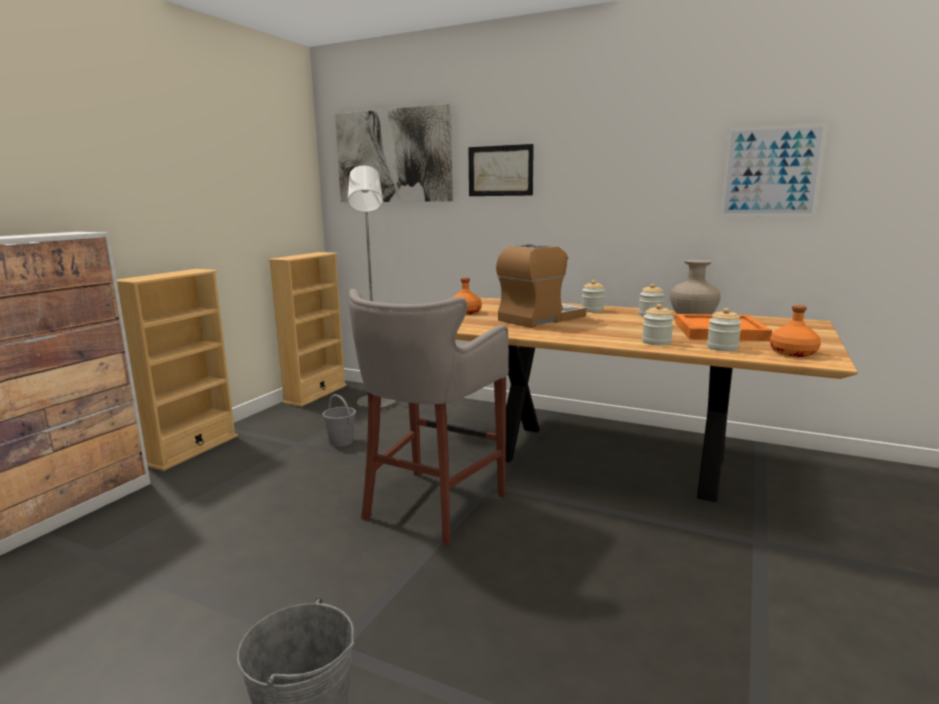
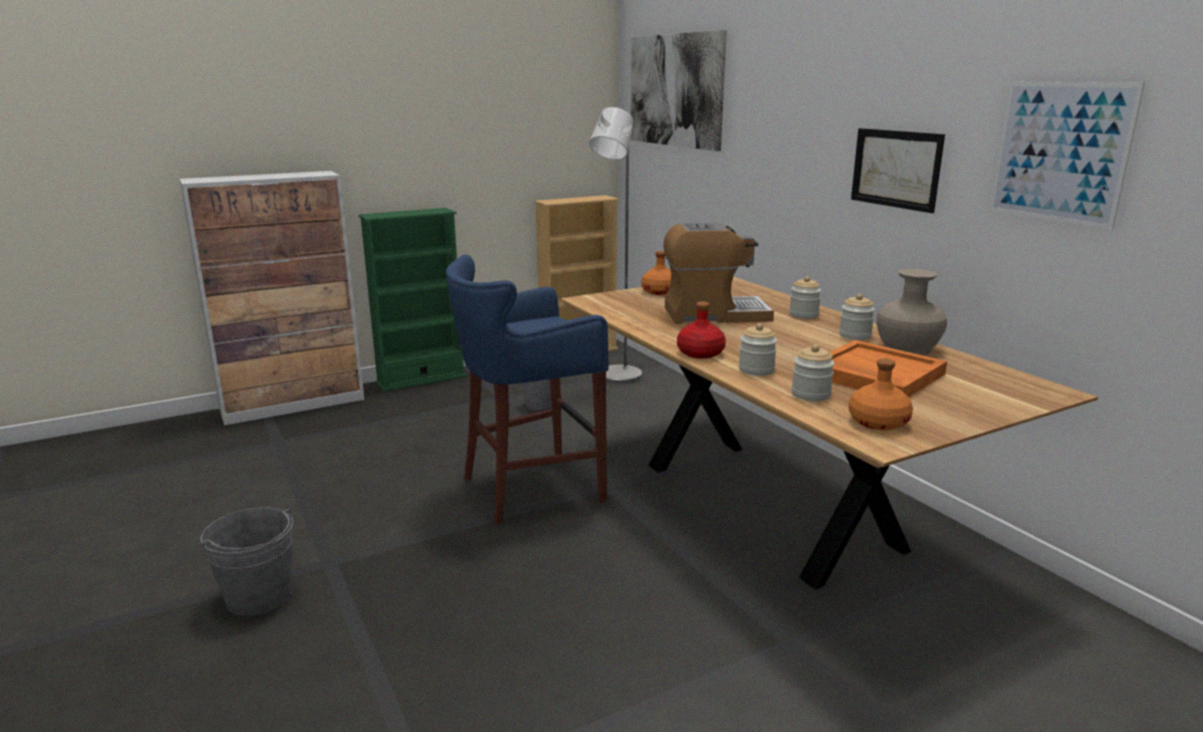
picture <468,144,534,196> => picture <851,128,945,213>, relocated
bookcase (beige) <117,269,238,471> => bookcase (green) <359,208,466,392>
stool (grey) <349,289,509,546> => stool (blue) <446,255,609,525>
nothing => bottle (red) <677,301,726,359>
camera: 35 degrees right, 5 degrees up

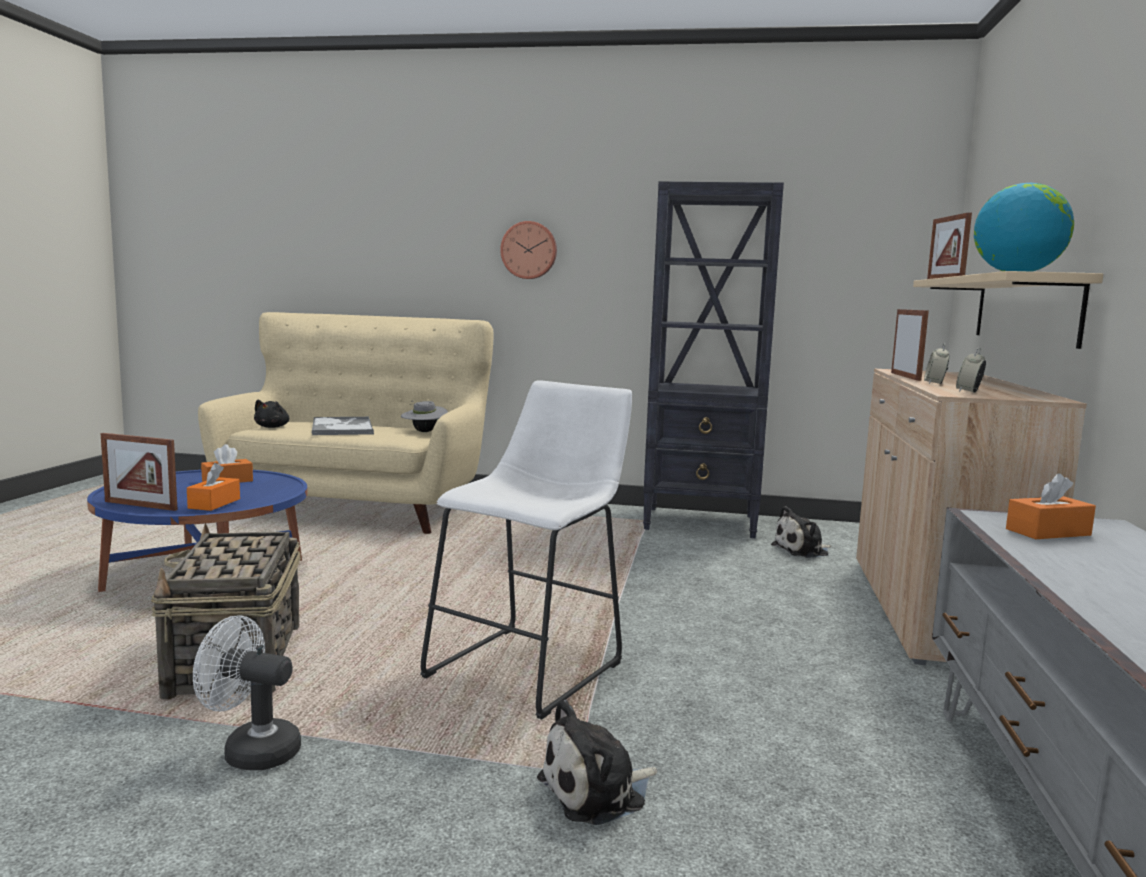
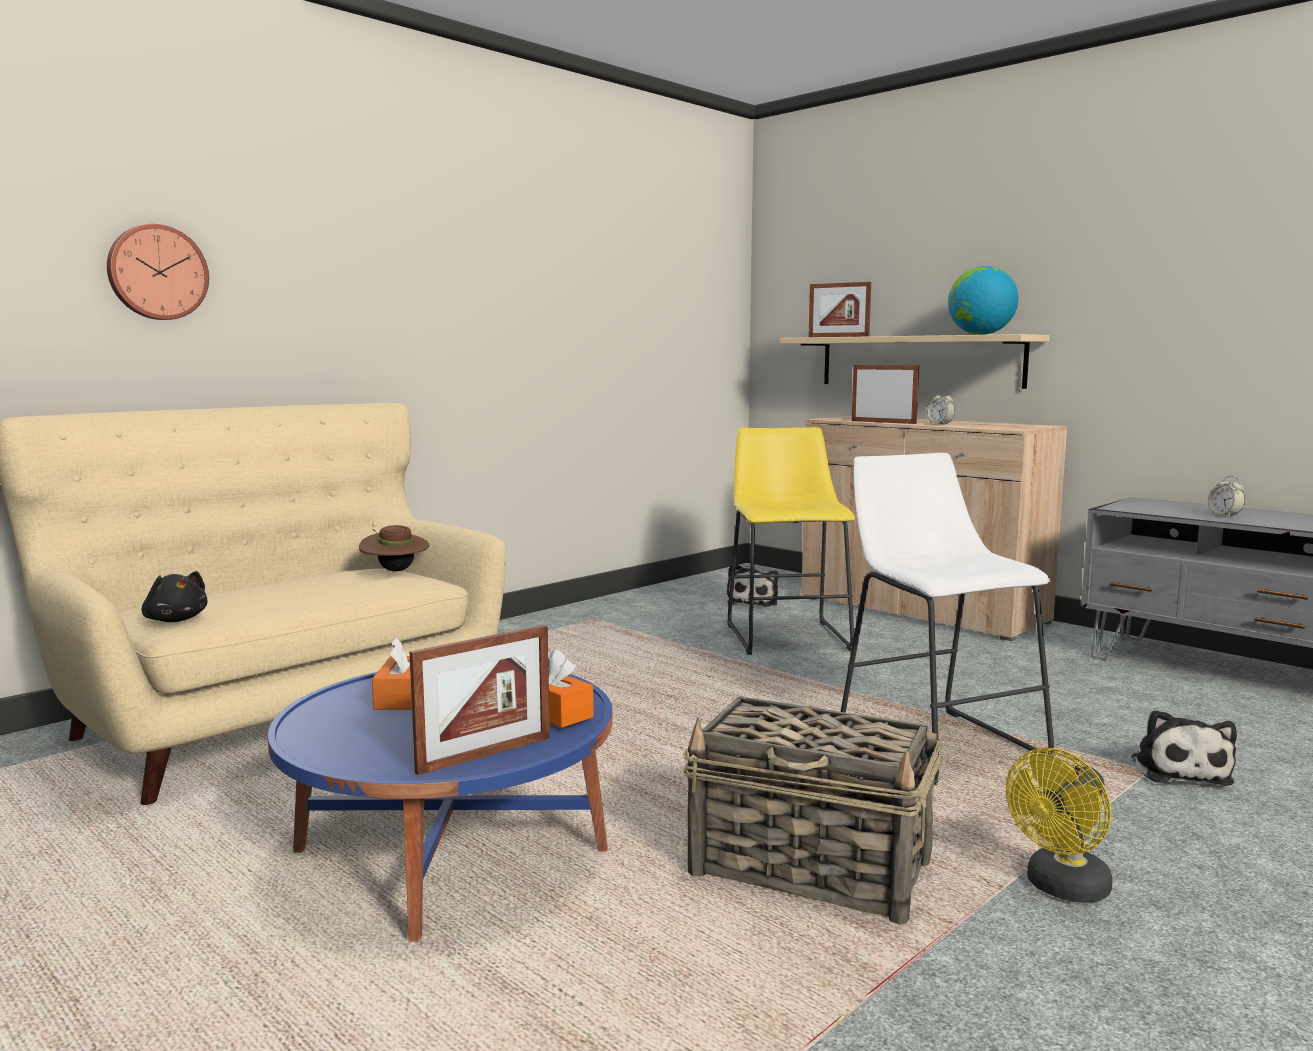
bookcase (black) <643,181,784,538> => nothing
wall clock <500,221,557,279> => wall clock <107,224,209,320>, relocated
alarm clock <956,347,986,393> => alarm clock <1208,476,1245,517>, relocated
hat (grey) <401,401,448,432> => hat (brown) <359,525,429,571>
tray <312,417,374,435> => nothing
tissue box (orange) <1006,473,1096,539> => nothing
fan (white) <193,615,301,770> => fan (yellow) <1006,748,1112,903>
nothing => stool (yellow) <727,427,855,655>
camera: 55 degrees left, 0 degrees up

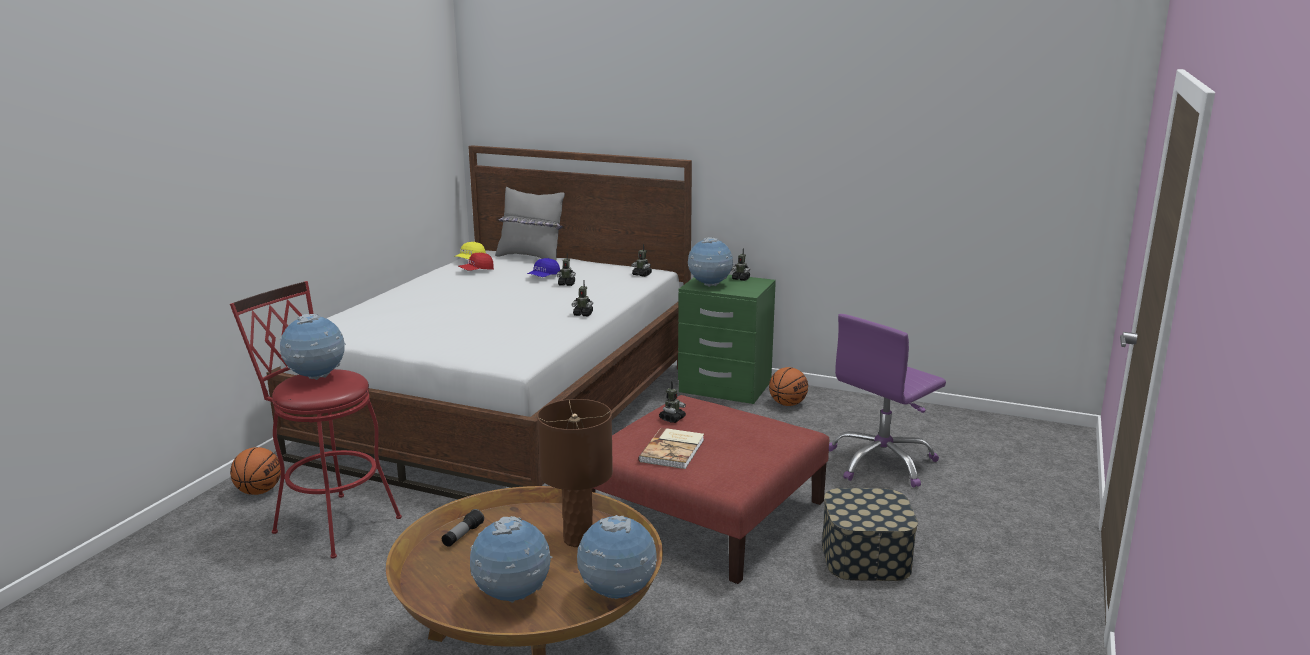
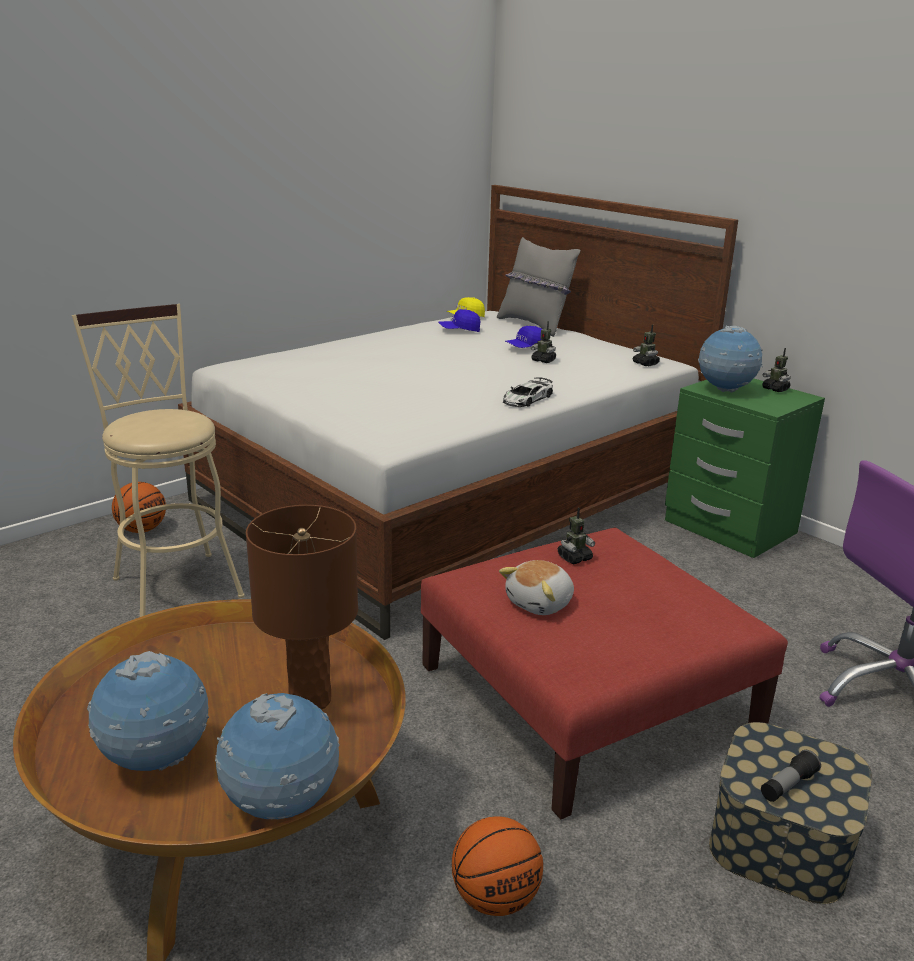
cap (red) <459,253,494,271> => cap (blue) <438,309,480,332>
toy robot <571,280,593,316> => toy car <503,377,553,407>
stool (red) <230,281,402,558> => stool (beige) <72,304,245,617>
globe <280,314,346,380> => nothing
basketball <769,367,808,406> => basketball <452,816,543,916>, relocated
book <638,428,704,469> => plush toy <499,560,574,615>
flashlight <442,509,484,547> => flashlight <761,750,821,802>, relocated
camera: 25 degrees right, 5 degrees up

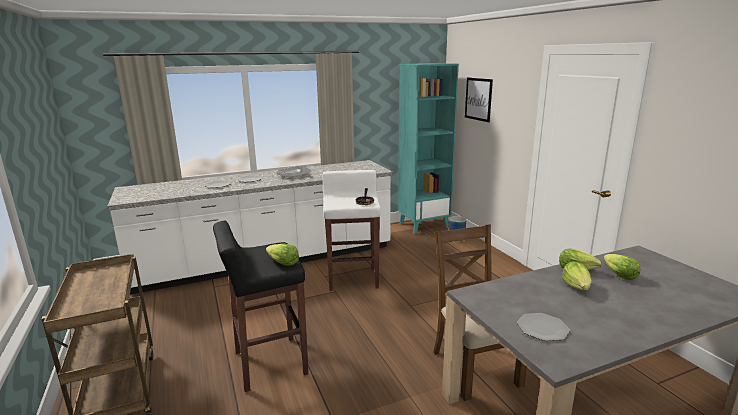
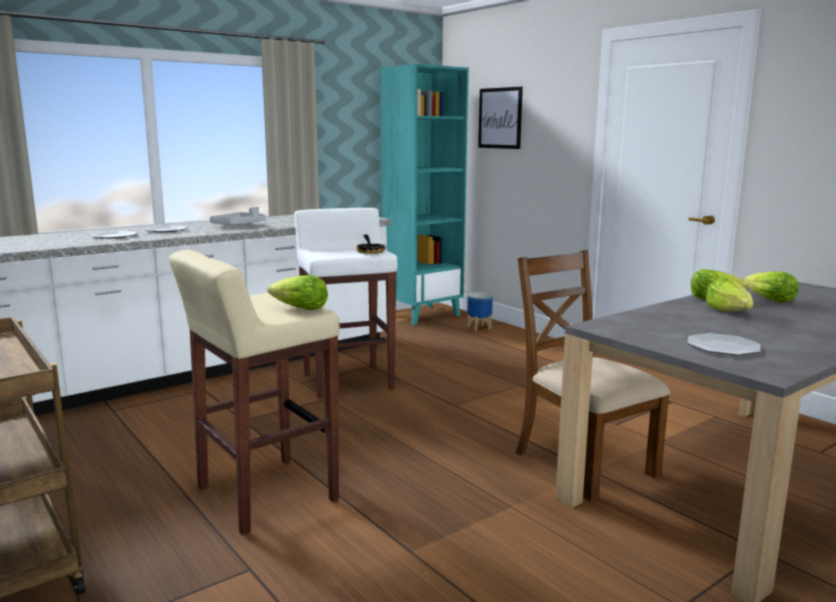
stool (black) <213,221,309,392> => stool (beige) <169,250,340,535>
camera: 15 degrees left, 5 degrees down

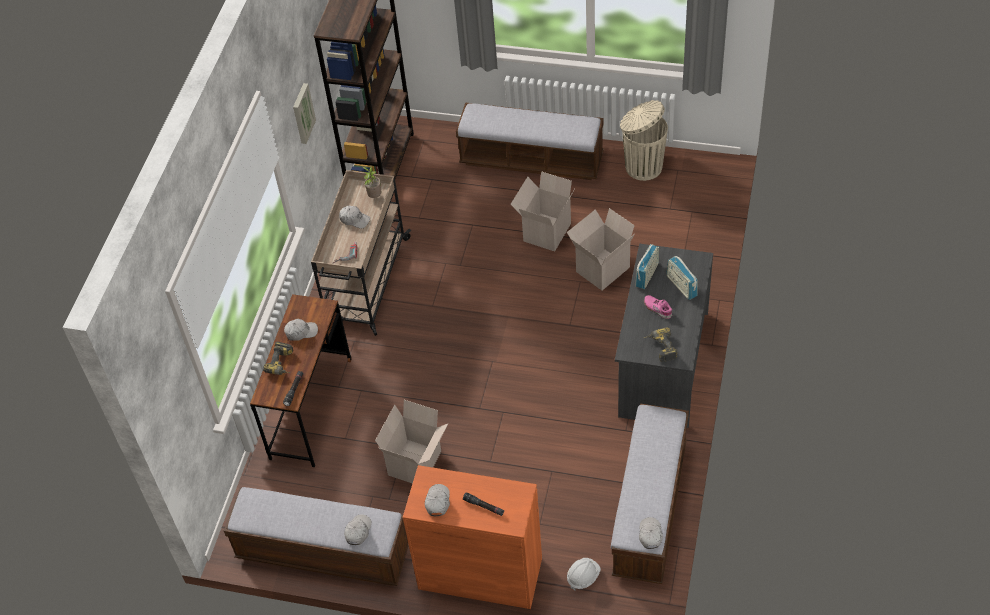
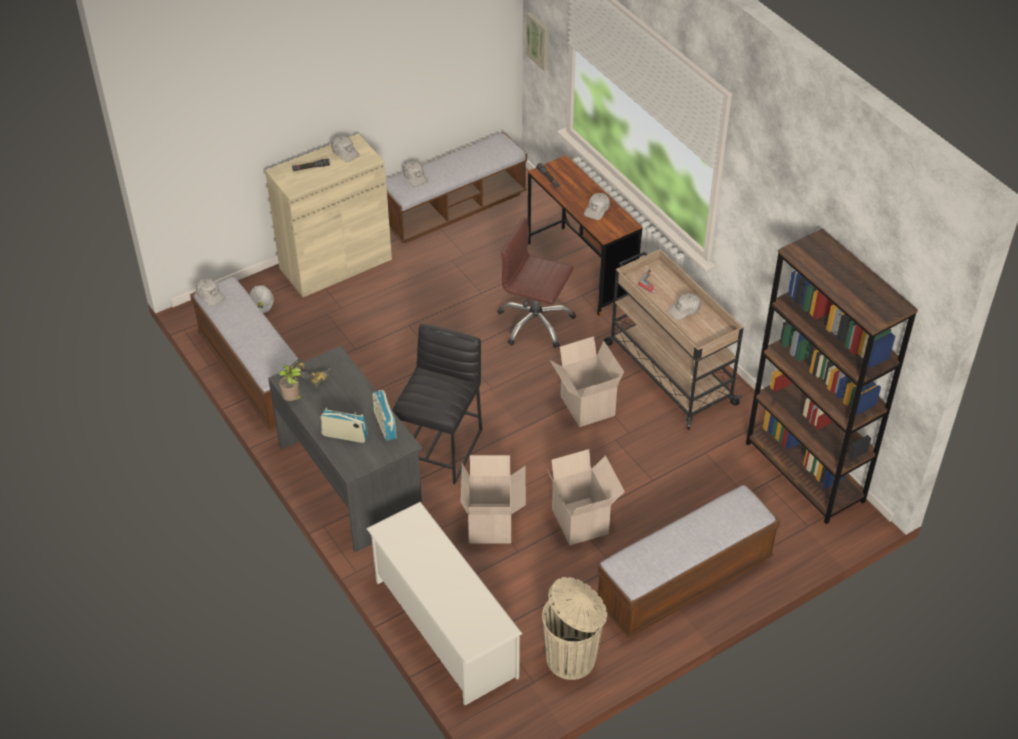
picture <293,83,316,144> => picture <526,12,549,71>, relocated
potted plant <362,166,382,198> => potted plant <279,365,304,401>, relocated
shoe (pink) <644,295,672,319> => nothing
power drill <263,342,293,375> => nothing
cardboard box <375,400,448,484> => cardboard box <550,336,624,427>, relocated
cabinet (orange) <403,465,542,609> => cabinet (beige) <265,134,392,297>
nothing => office chair (brown) <497,217,576,348>
nothing => stool (black) <393,323,482,484>
nothing => shoe rack (white) <366,502,523,705>
camera: 130 degrees right, 5 degrees down

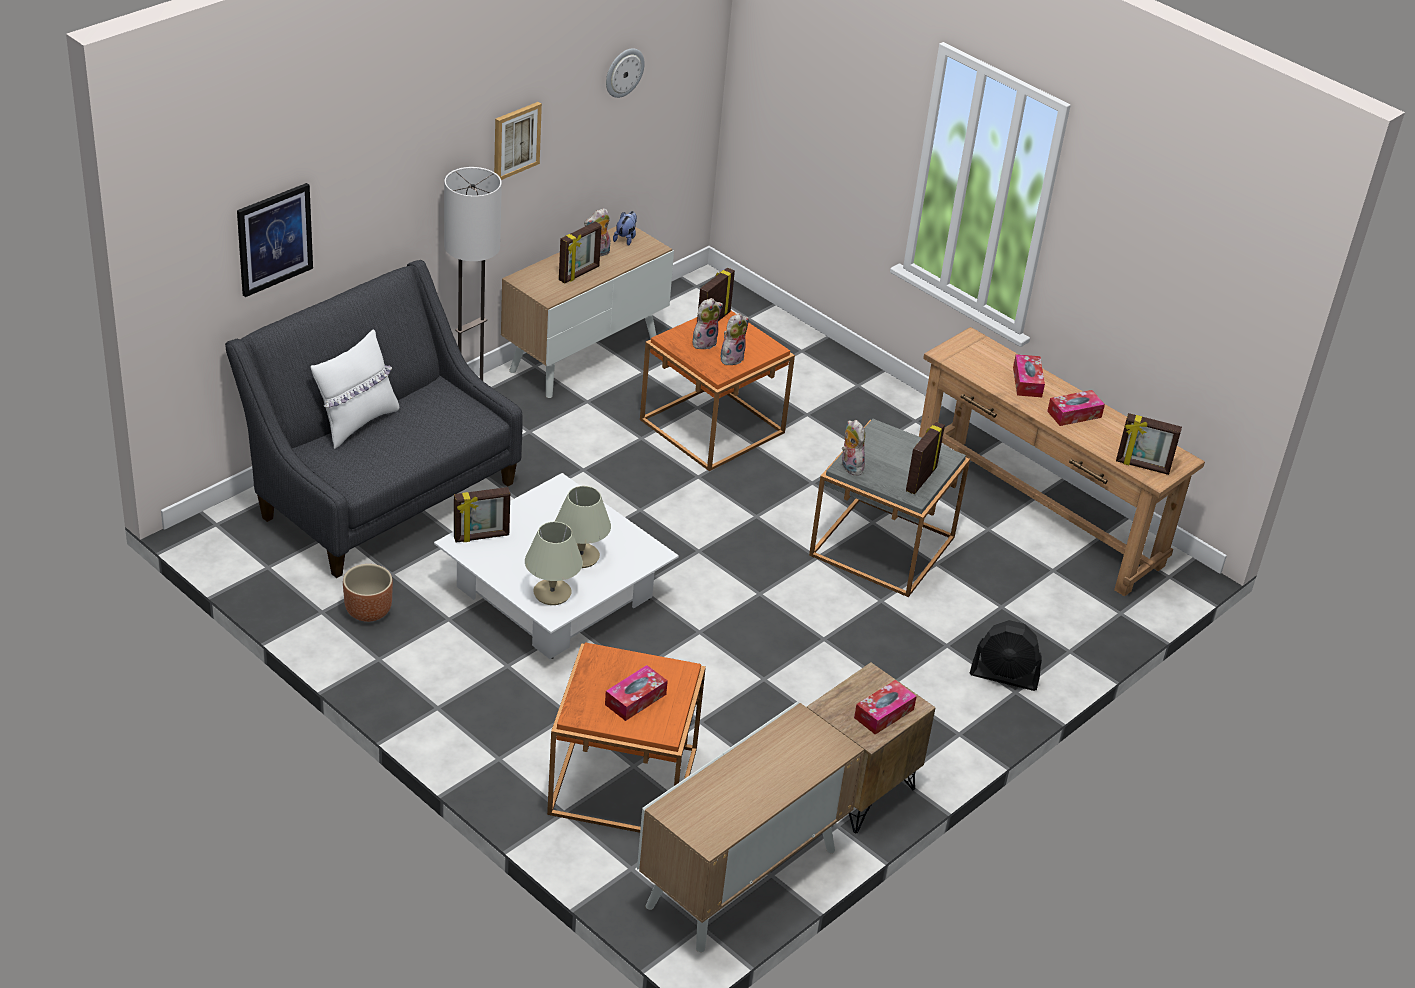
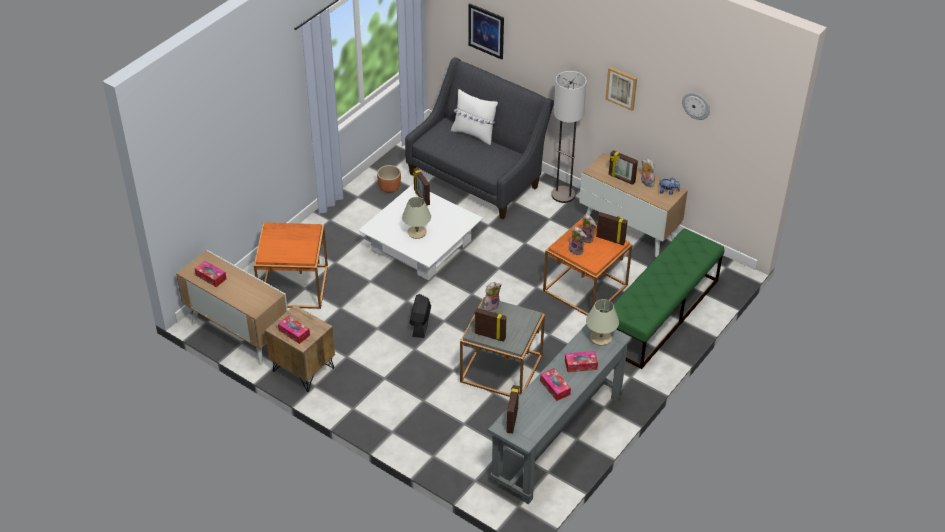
console table (brown) <919,327,1205,597> => console table (grey) <488,324,632,504>
table lamp (beige) <525,522,583,605> => table lamp (beige) <586,299,619,346>, relocated
fan (black) <969,620,1042,691> => fan (black) <409,294,431,338>, relocated
tissue box <605,665,668,721> => tissue box <195,261,227,287>, relocated
nothing => bench (green) <605,228,724,369>
camera: 85 degrees right, 5 degrees up

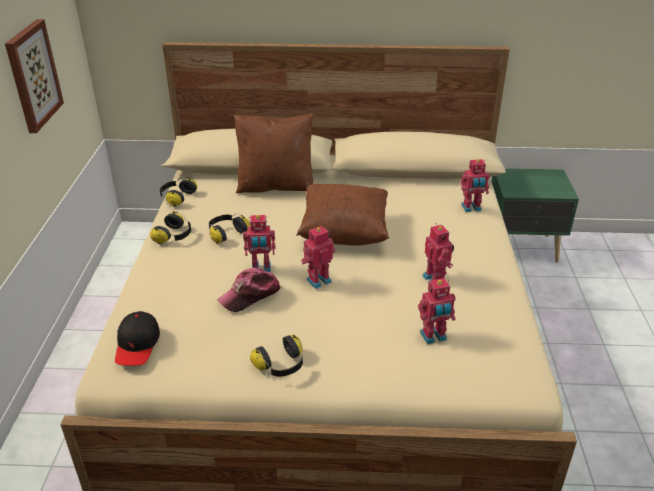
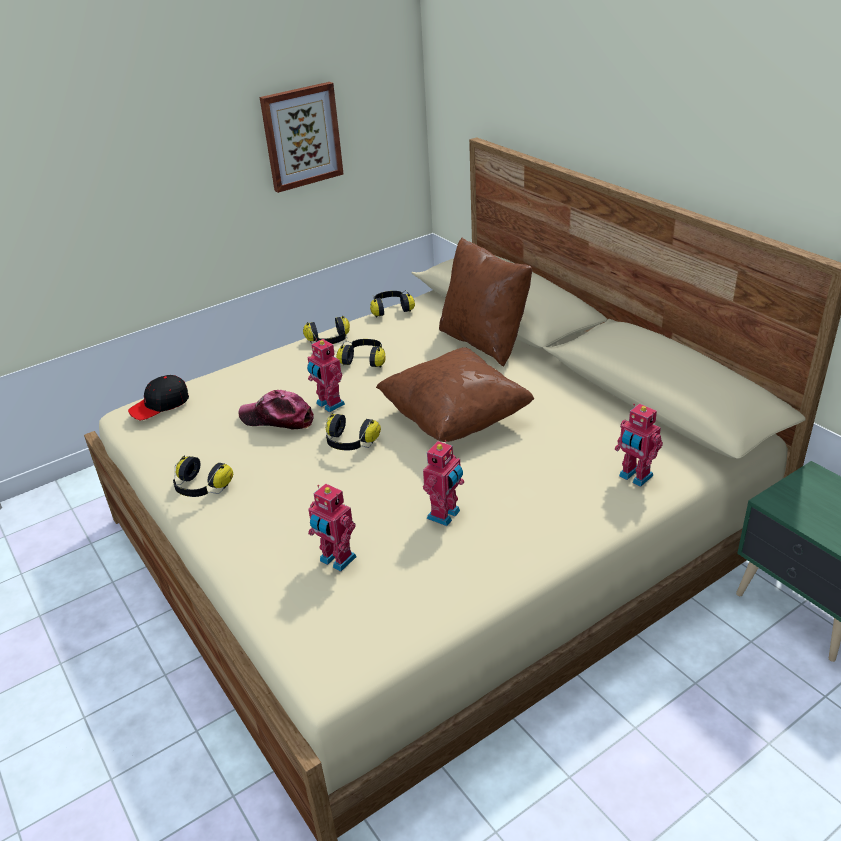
toy robot <301,226,335,289> => headphones <326,413,381,450>
camera: 55 degrees right, 0 degrees up

